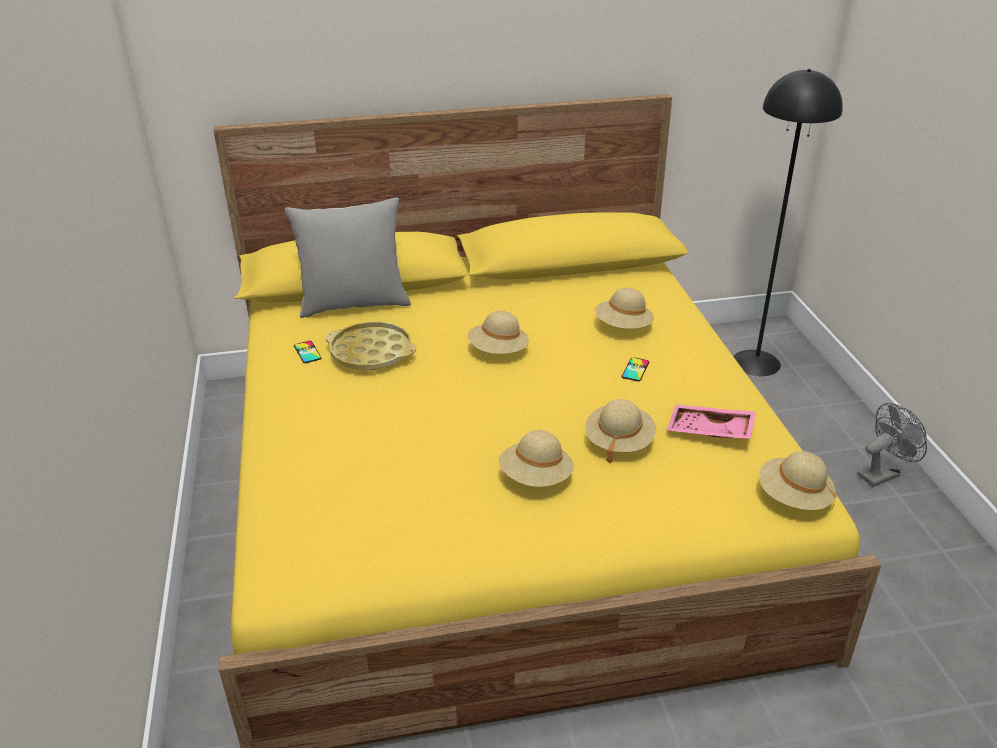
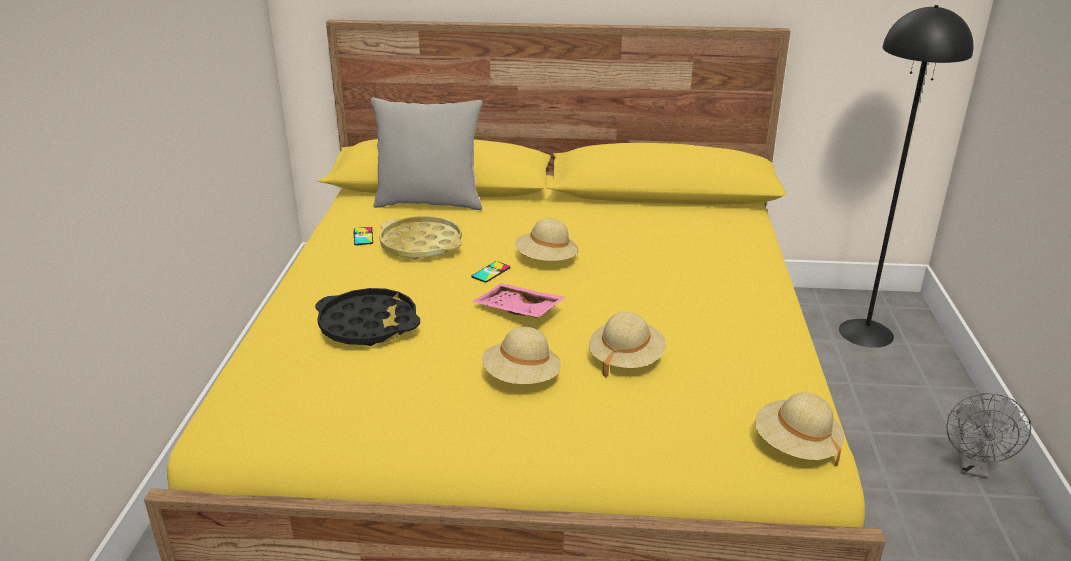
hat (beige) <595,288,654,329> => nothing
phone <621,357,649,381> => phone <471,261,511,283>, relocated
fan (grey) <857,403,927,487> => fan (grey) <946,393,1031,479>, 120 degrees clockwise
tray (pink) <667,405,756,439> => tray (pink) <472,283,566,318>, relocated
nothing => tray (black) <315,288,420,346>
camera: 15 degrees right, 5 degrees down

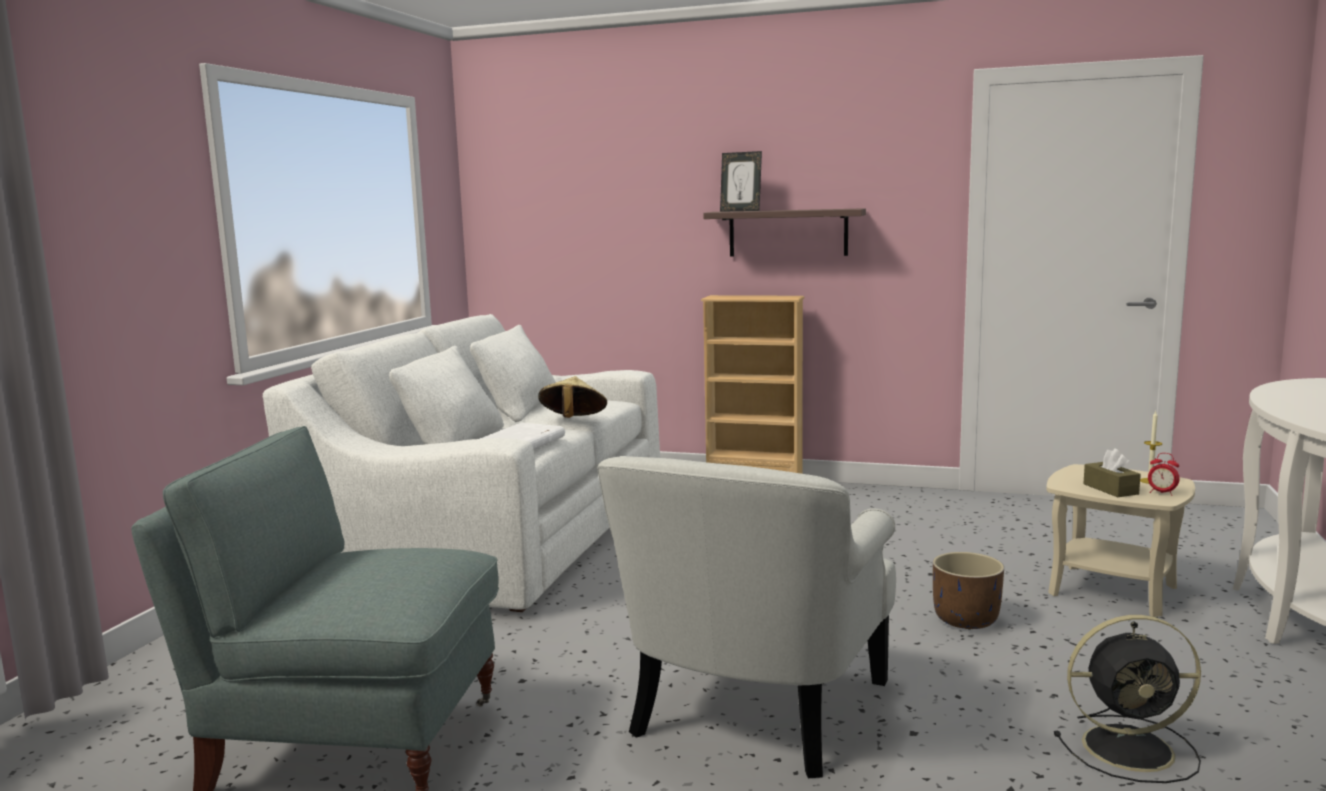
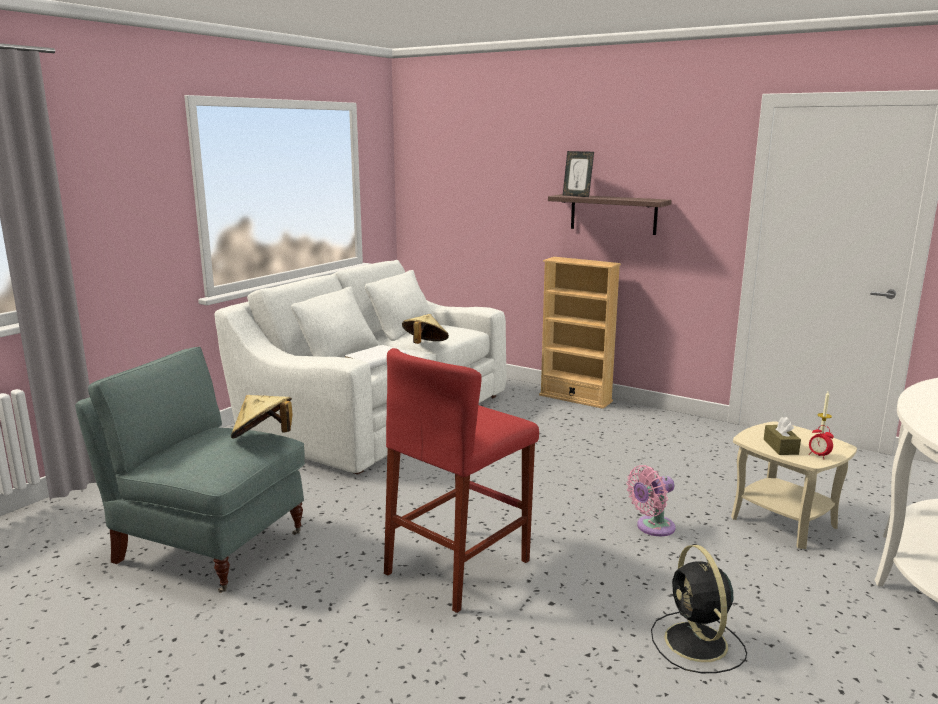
armchair (white) <597,456,896,778> => stool (red) <384,348,539,613>
planter (brown) <933,552,1004,629> => fan (pink) <626,465,676,536>
fan (black) <1054,615,1201,783> => fan (black) <651,545,747,673>, 60 degrees clockwise
nothing => hat (beige) <231,395,293,439>
camera: 15 degrees right, 5 degrees up

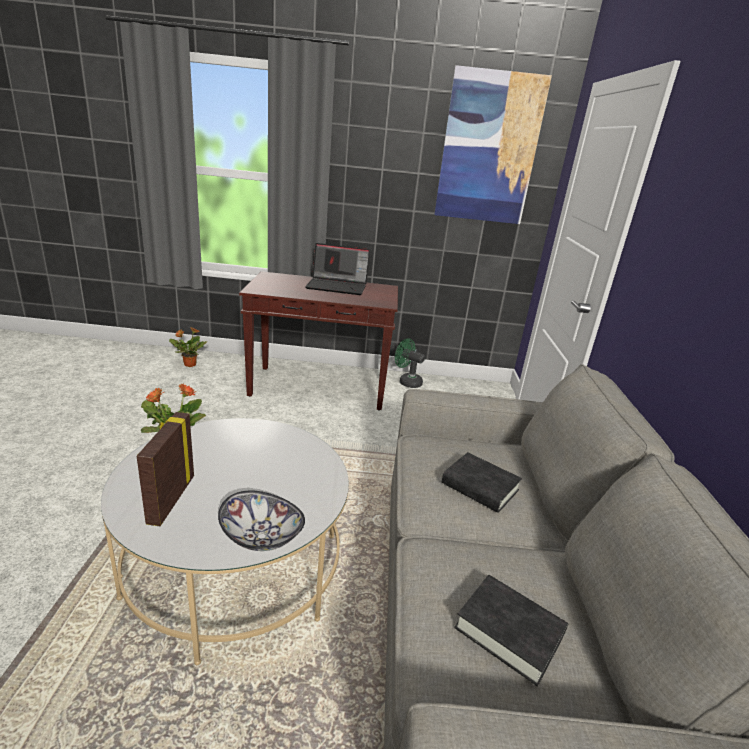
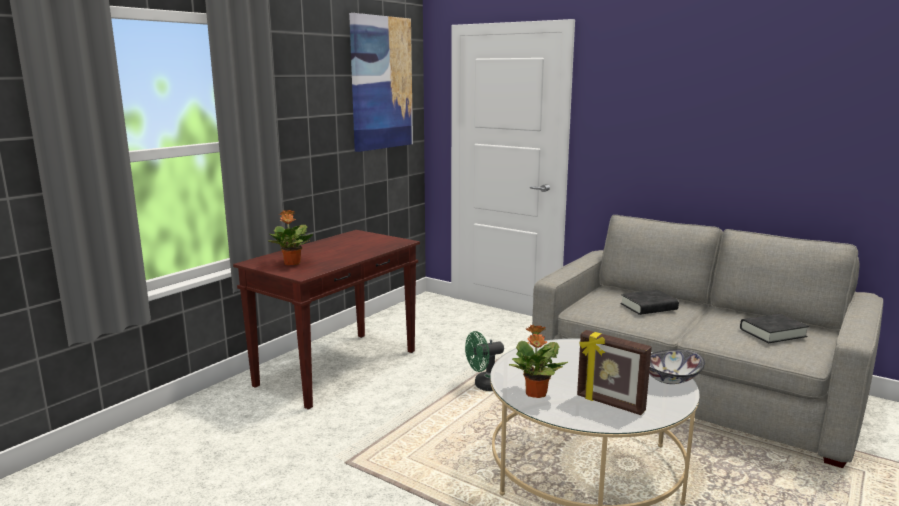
laptop <305,243,370,295> => nothing
potted plant <169,327,207,367> => potted plant <268,210,313,265>, relocated
fan (green) <395,338,425,388> => fan (green) <465,331,504,391>, relocated
camera: 55 degrees left, 10 degrees down

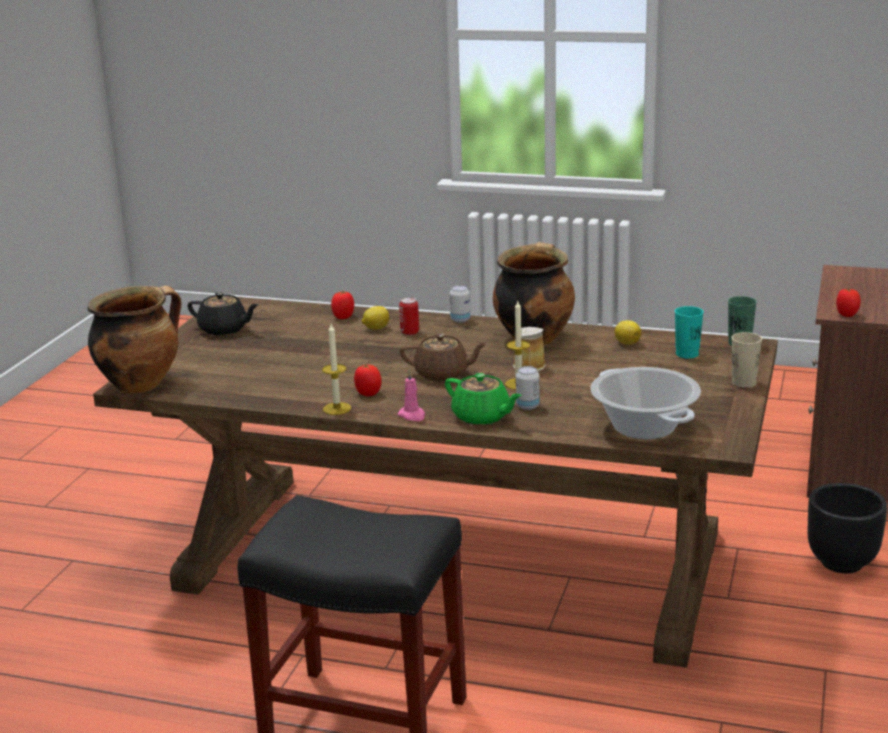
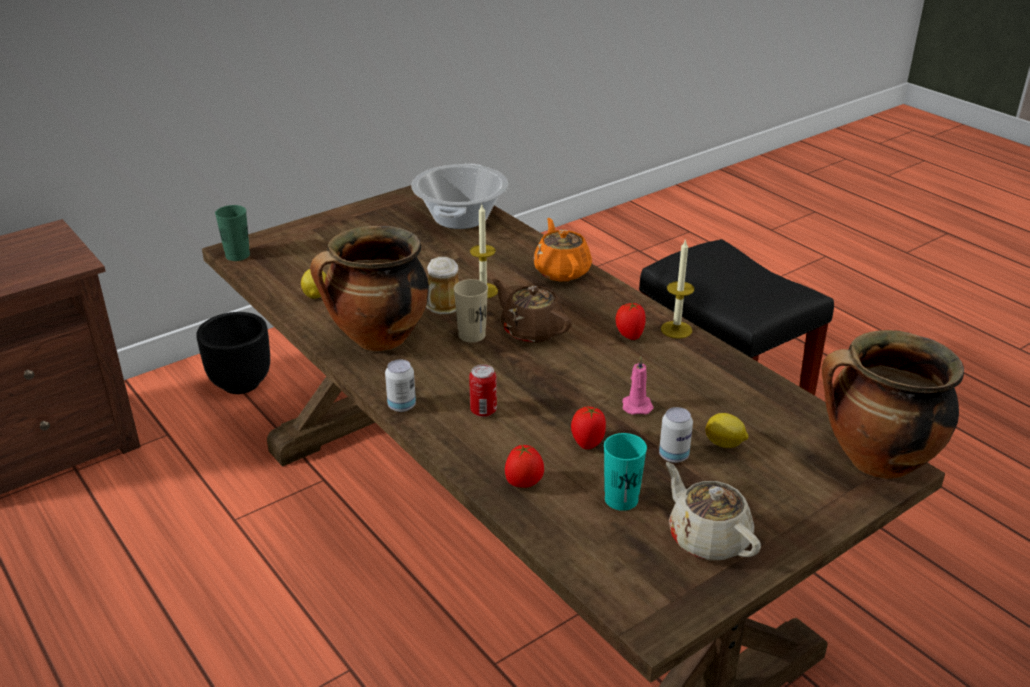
tomato <836,288,861,317> => tomato <571,406,606,449>, relocated
teapot (black) <188,292,259,336> => teapot (beige) <666,462,761,560>
lemon <362,306,389,330> => lemon <705,413,748,448>, relocated
cup (turquoise) <675,306,704,359> => cup (turquoise) <604,433,647,511>, relocated
cup (beige) <731,332,762,388> => cup (beige) <454,279,488,342>, relocated
can <516,366,539,410> => can <659,407,693,463>, relocated
candle (pink) <398,370,425,421> => candle (pink) <622,357,654,415>, relocated
teapot (green) <445,373,522,425> => teapot (orange) <533,218,592,281>
camera: 145 degrees left, 10 degrees up

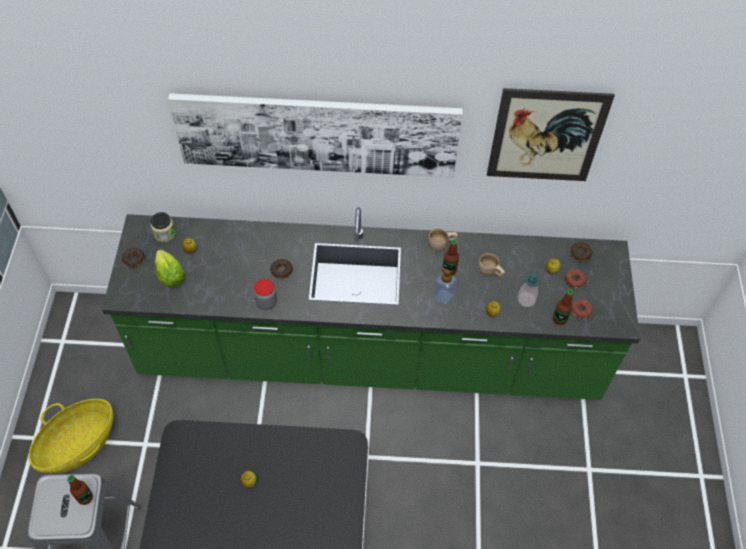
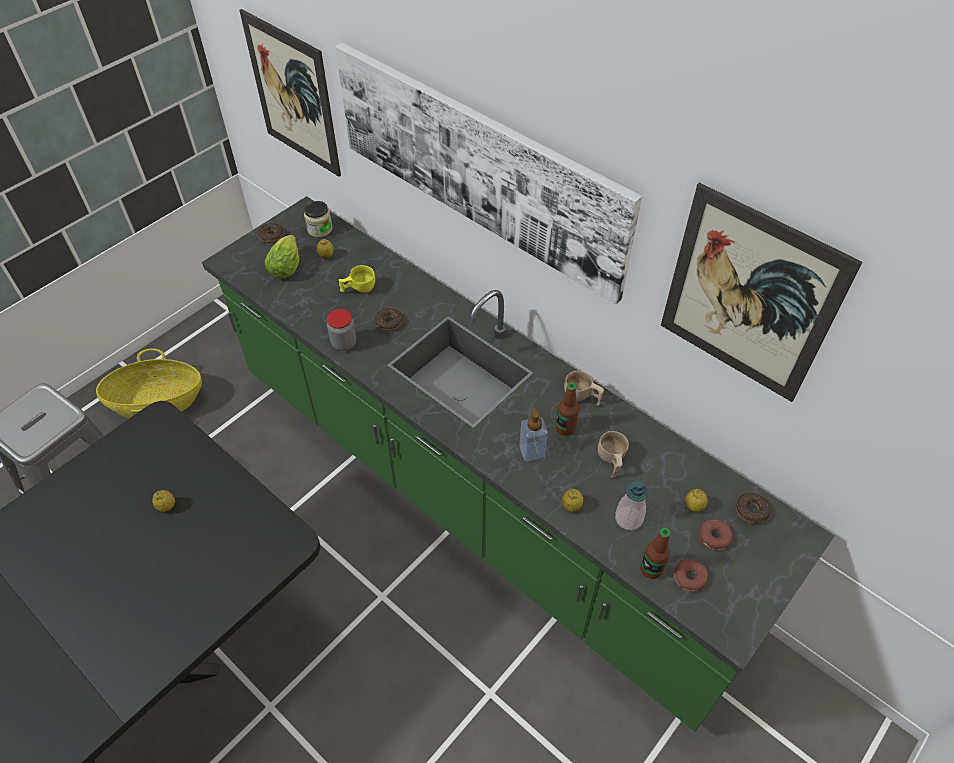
bottle <67,475,93,505> => nothing
nothing => picture <239,9,341,177>
nothing => cup (yellow) <339,265,375,293>
camera: 40 degrees right, 5 degrees down

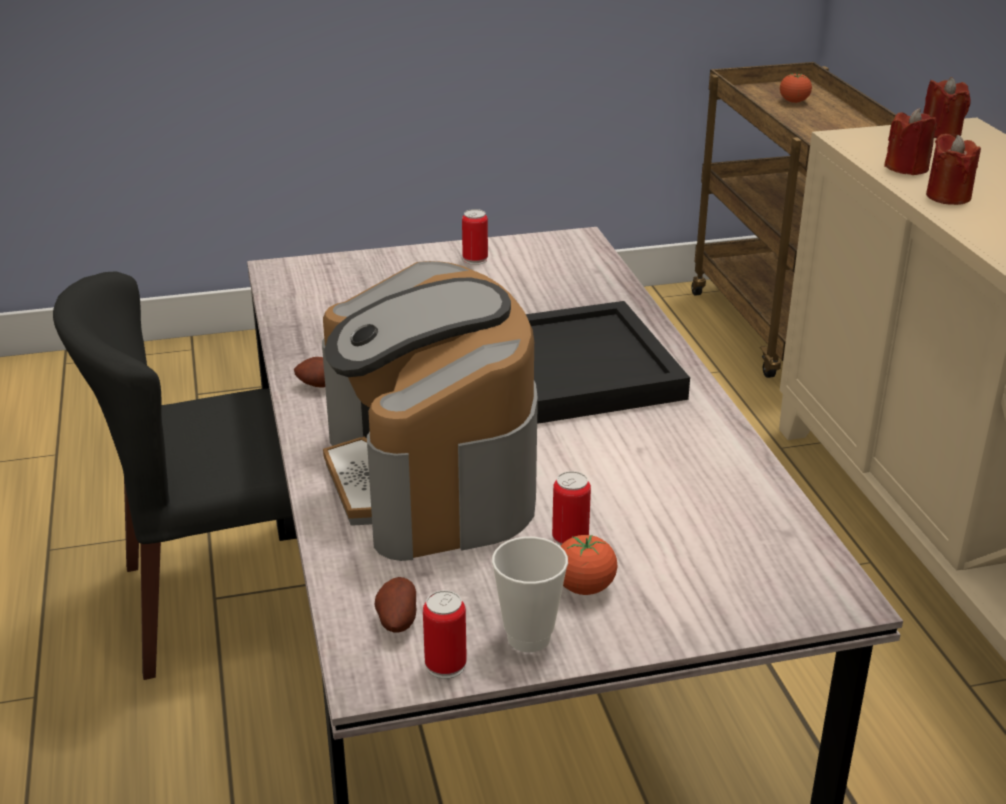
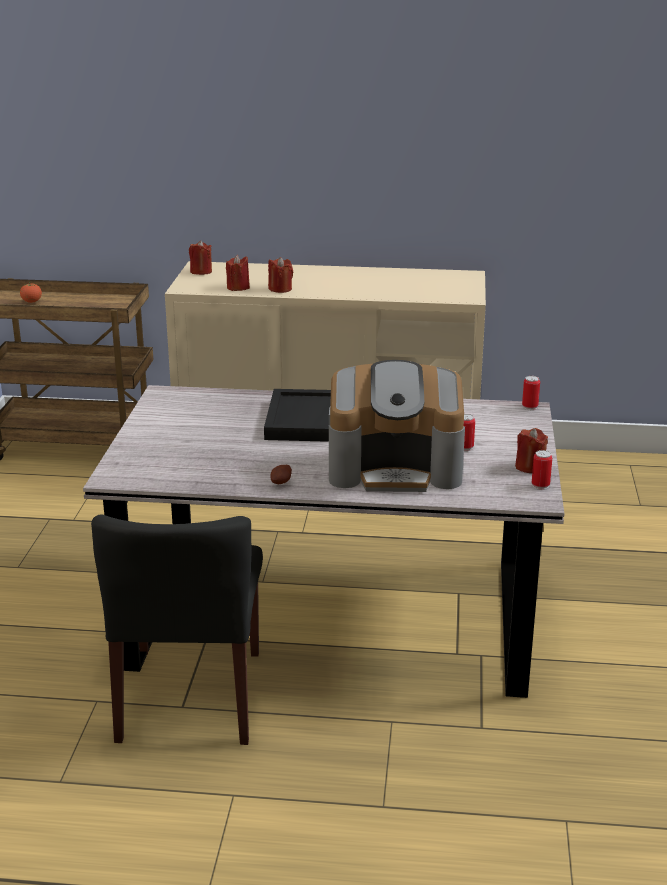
can <462,209,488,265> => can <522,376,540,410>, relocated
tomato <561,535,617,595> => nothing
cup <492,537,568,652> => candle (red) <515,428,548,473>
potato <375,577,416,633> => nothing
camera: 70 degrees left, 5 degrees down

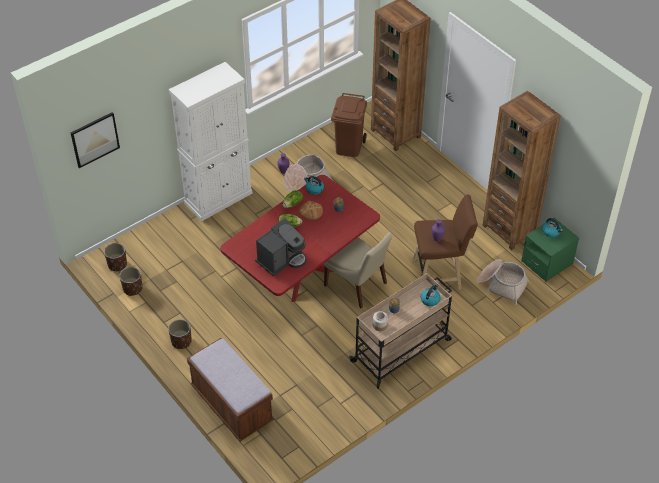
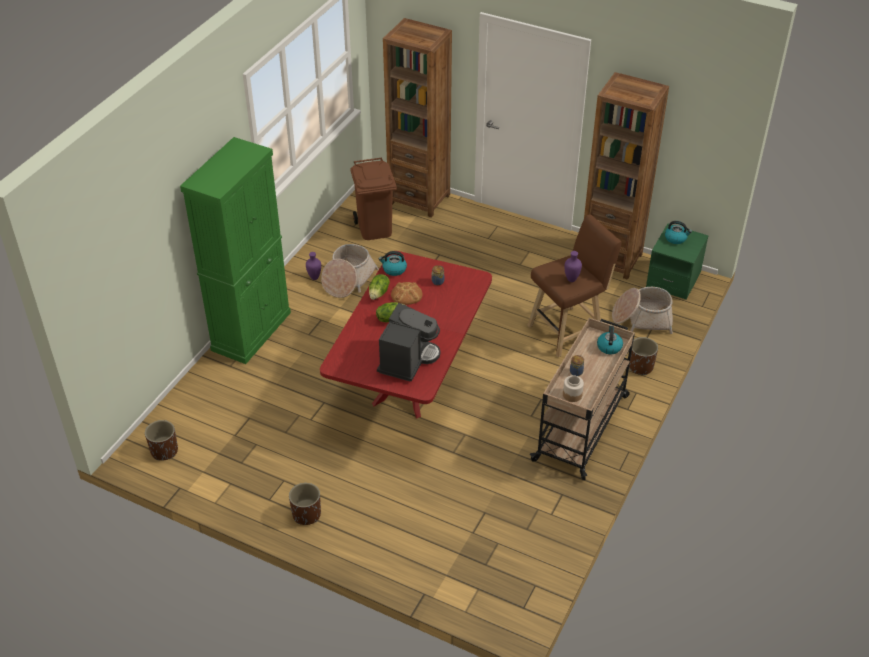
cabinet (white) <169,62,252,222> => cabinet (green) <180,137,291,364>
picture <70,112,120,168> => nothing
chair (beige) <324,232,393,309> => nothing
planter (brown) <120,267,143,296> => planter (brown) <629,337,658,375>, relocated
bench (brown) <187,338,274,441> => nothing
camera: 25 degrees left, 5 degrees down

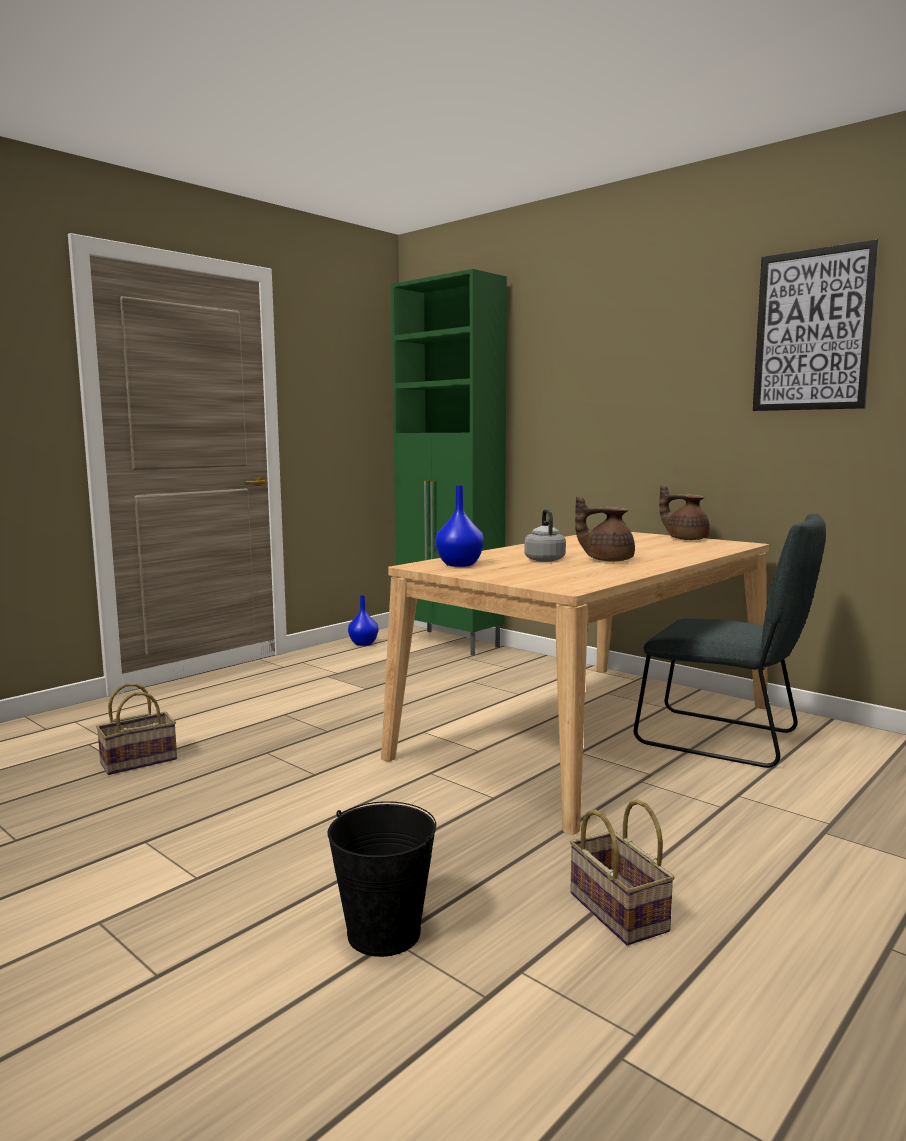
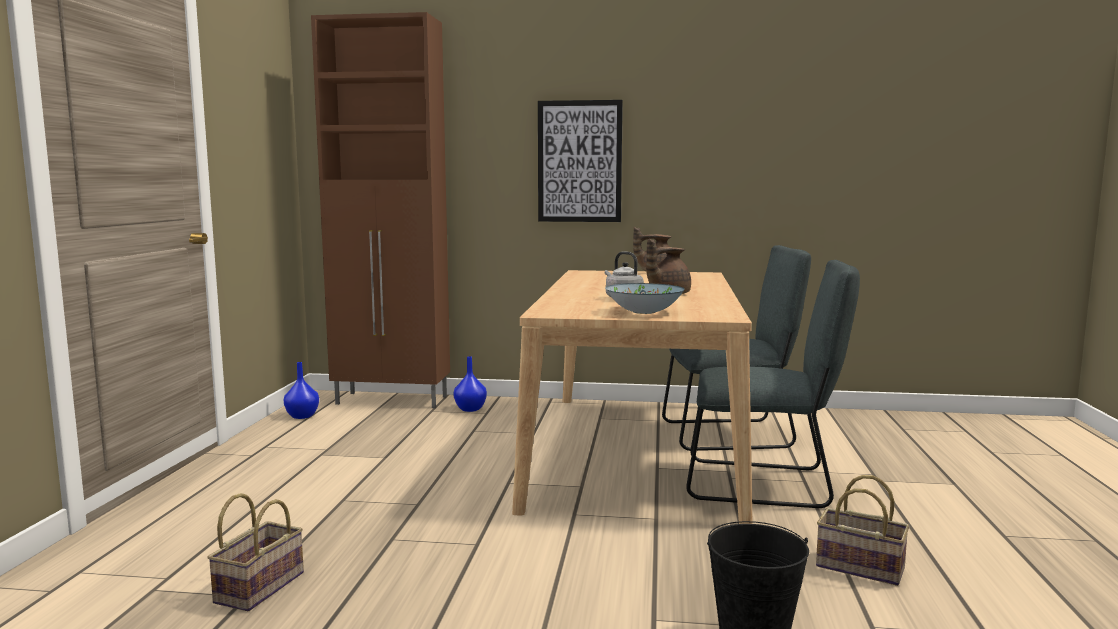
picture <753,239,879,411> => picture <538,100,623,222>, relocated
cabinet (green) <391,269,507,656> => cabinet (brown) <311,12,450,408>
vase (blue) <435,485,484,567> => vase (blue) <453,356,487,412>, relocated
nothing => chair (grey) <686,260,860,508>
nothing => bowl <605,283,685,314>
camera: 35 degrees left, 0 degrees up

